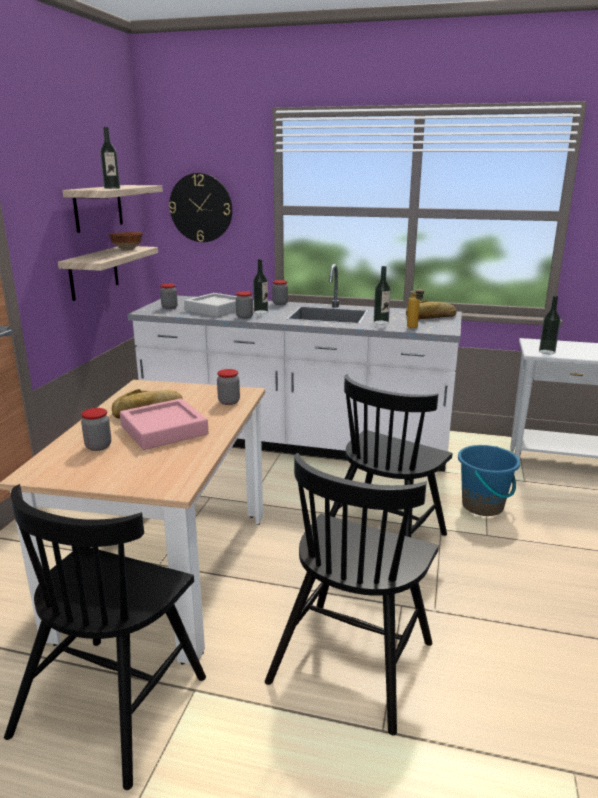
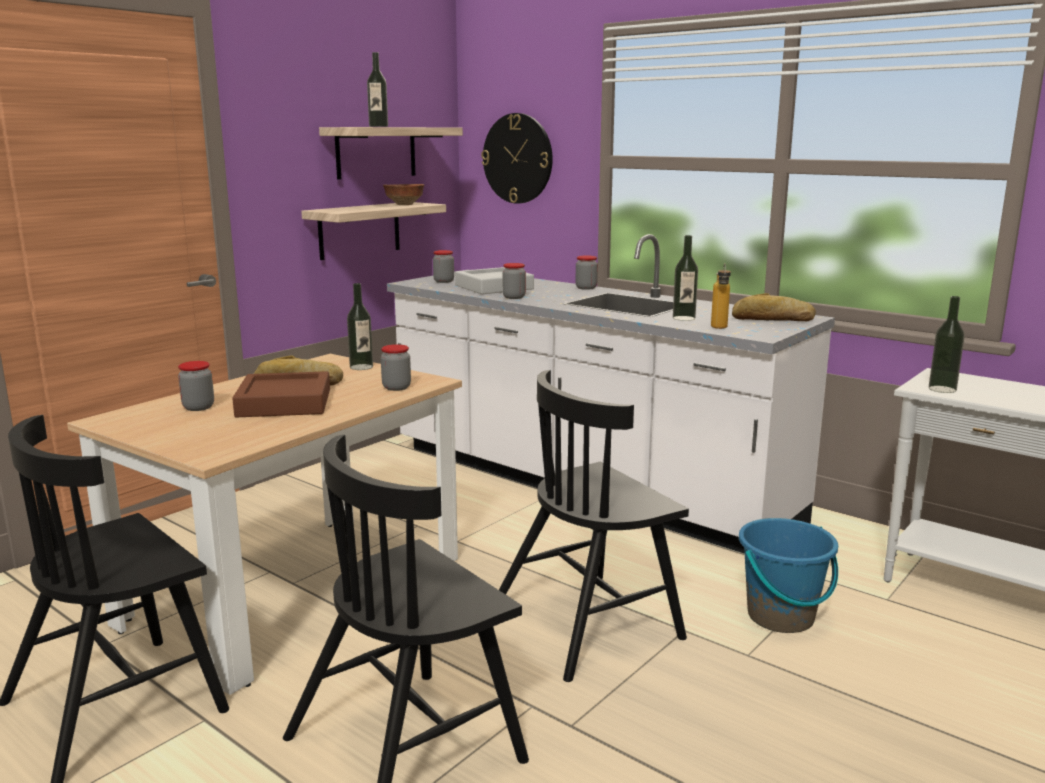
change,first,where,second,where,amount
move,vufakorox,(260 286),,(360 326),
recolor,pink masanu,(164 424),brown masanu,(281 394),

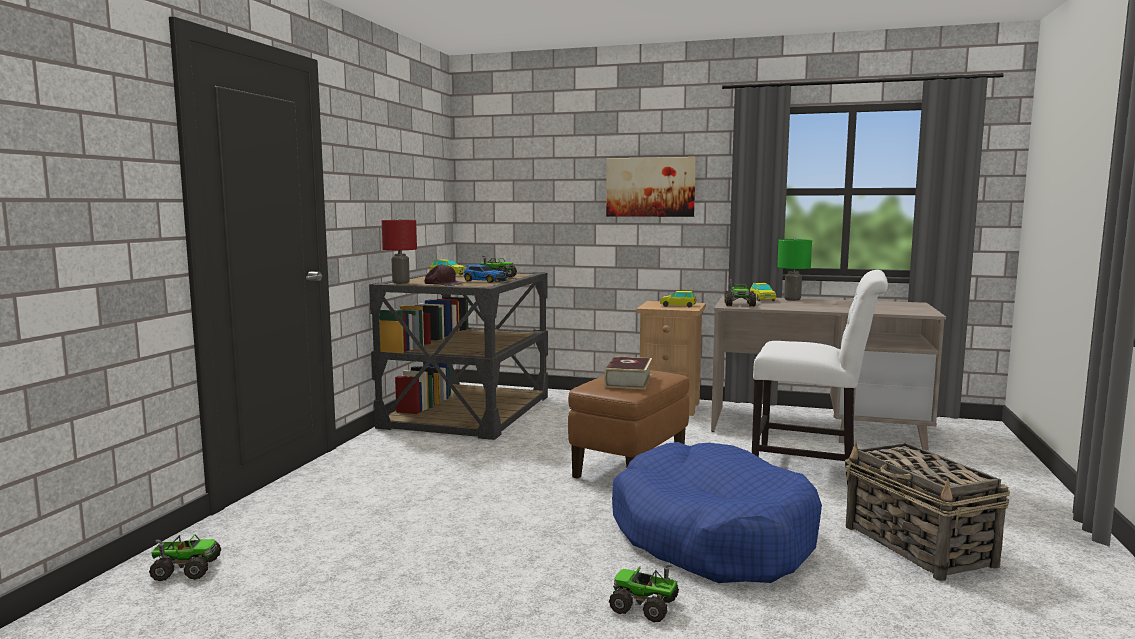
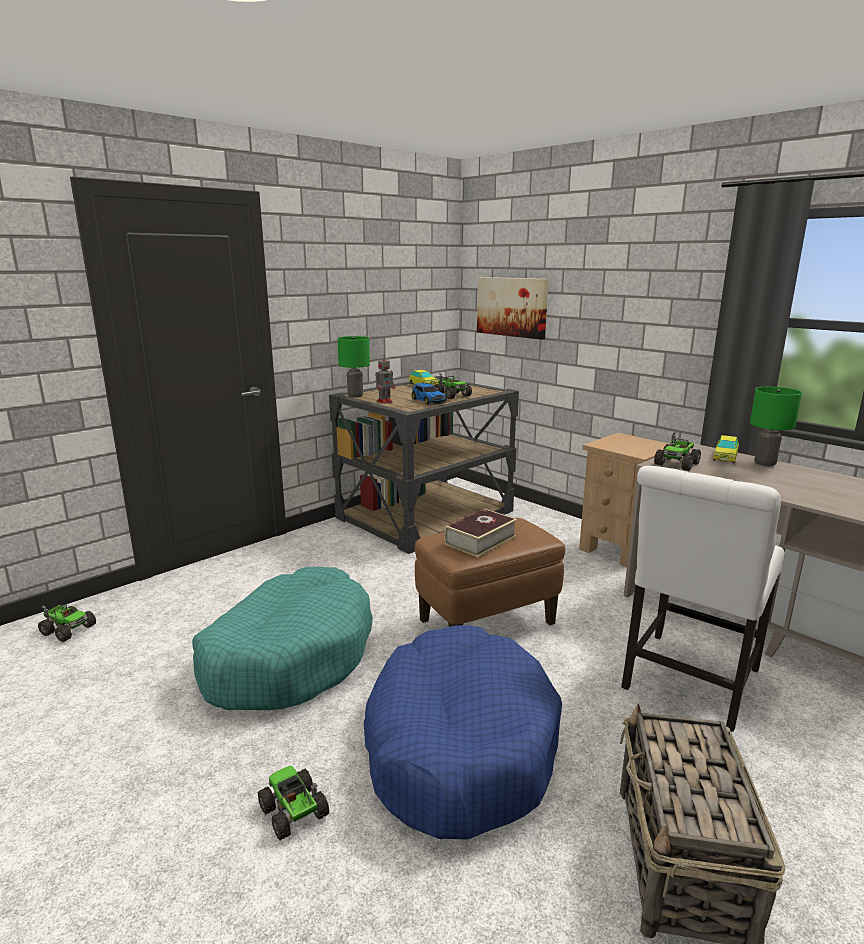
change,first,where,second,where,amount
delete,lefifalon,(678 299),,,
insert,,,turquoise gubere,(282 638),
move,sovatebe,(651 187),,(513 308),
replace,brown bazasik,(445 275),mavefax,(385 379),
recolor,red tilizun,(399 251),green tilizun,(353 366),
rotate,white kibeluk,(820 378),,(702 599),75 degrees clockwise

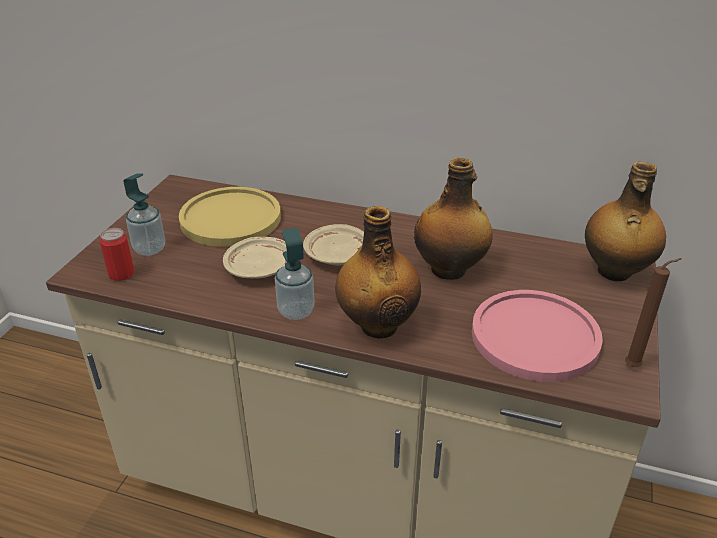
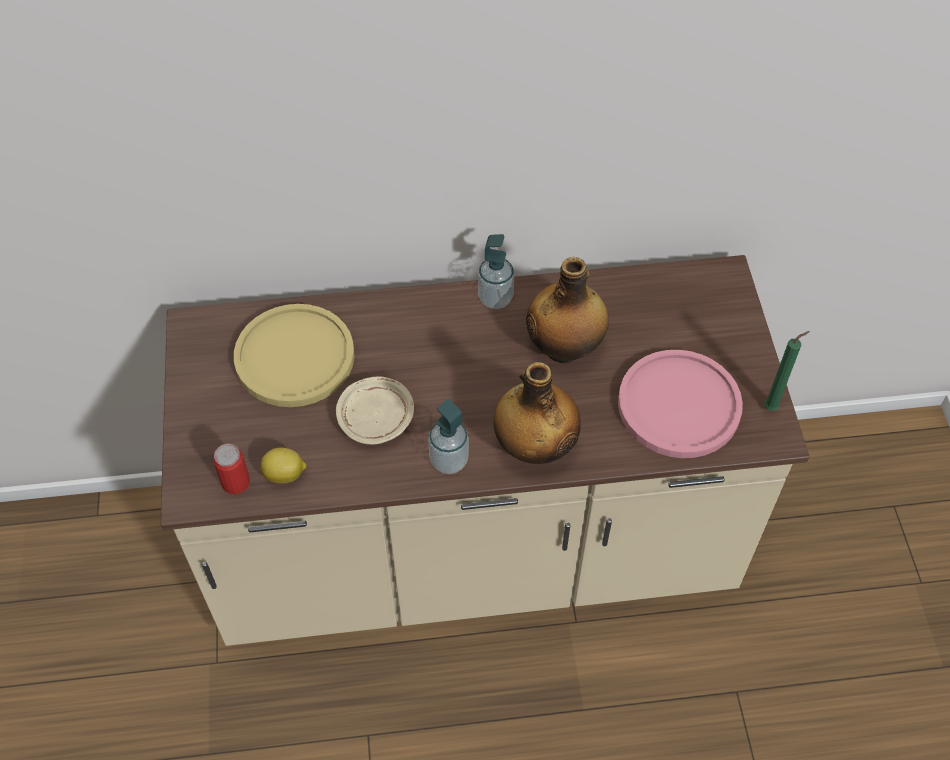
change,first,where,second,where,amount
delete,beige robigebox,(333 245),,,
delete,vufakorox,(625 221),,,
insert,,,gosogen,(283 466),
move,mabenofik,(144 214),,(496 271),
recolor,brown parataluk,(653 312),green parataluk,(787 371),

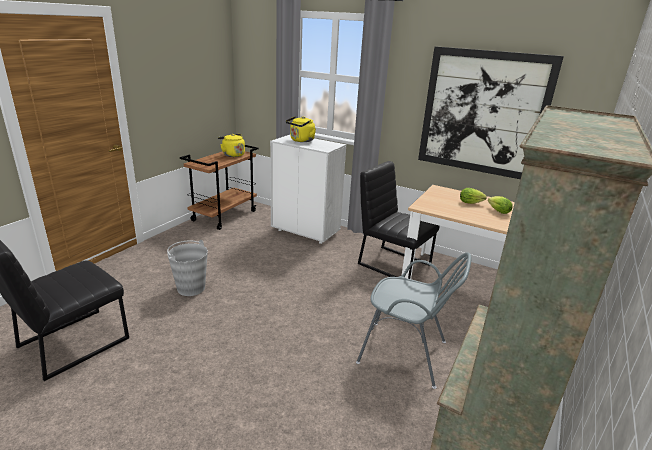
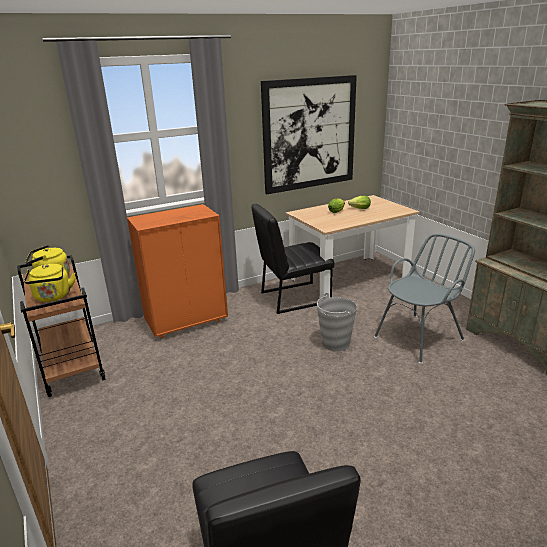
change,first,where,second,where,amount
move,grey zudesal,(187 268),,(337 322),
move,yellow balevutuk,(301 129),,(49 283),
recolor,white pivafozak,(308 189),orange pivafozak,(177 271),

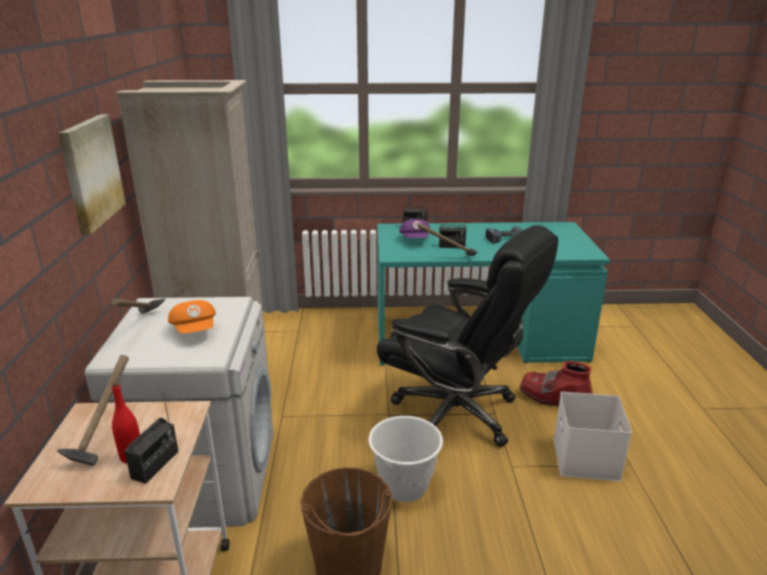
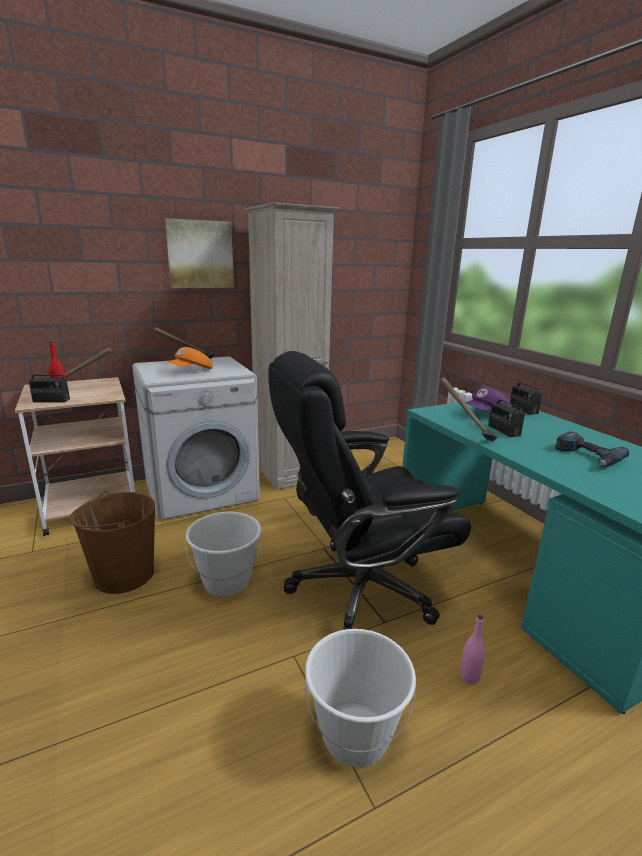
change,first,where,second,where,amount
replace,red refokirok,(556 383),pink vufakorox,(472 650),
replace,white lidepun,(592 436),white zudesal,(360 698),
rotate,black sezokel,(467 336),,(369 490),60 degrees clockwise

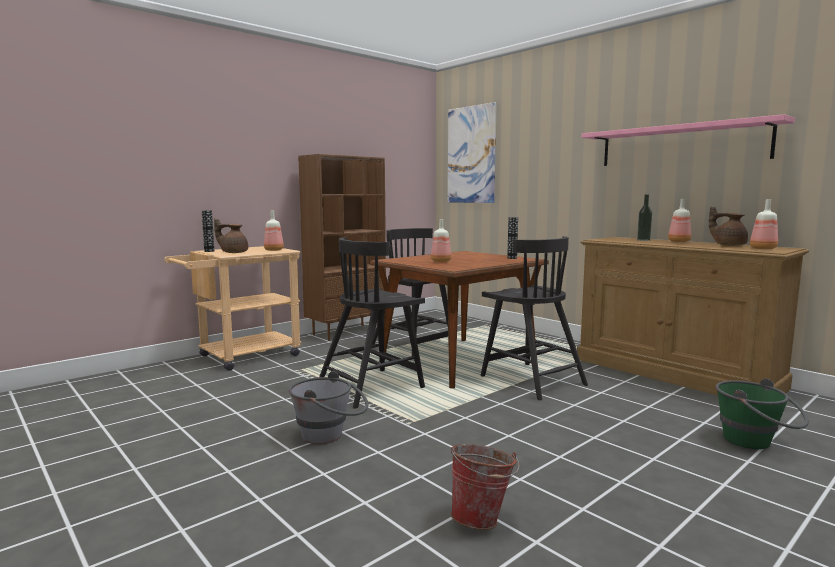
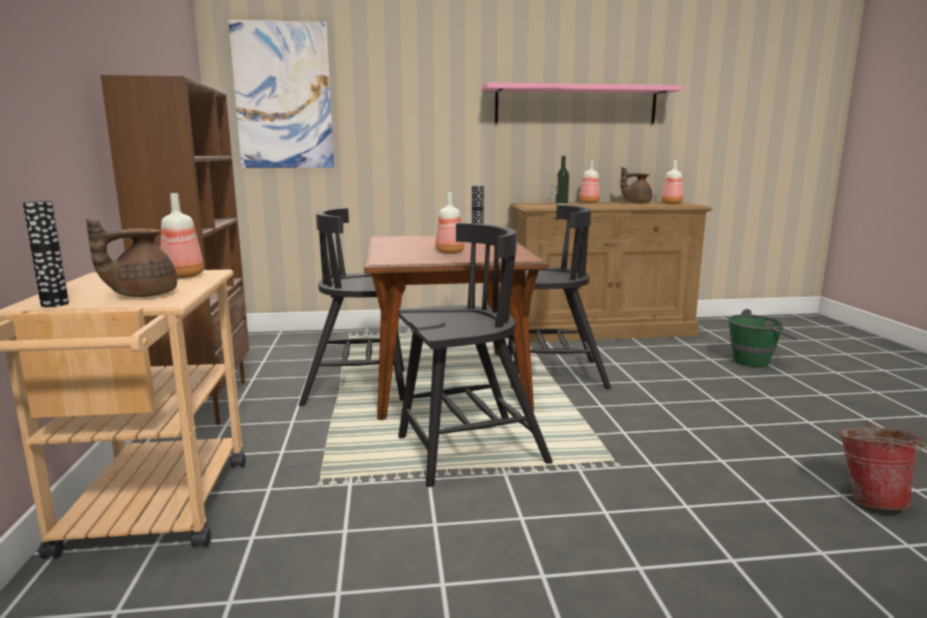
change,first,where,second,where,amount
delete,grey zudesal,(328 407),,,
rotate,black kibeluk,(372 323),,(475 355),105 degrees counterclockwise

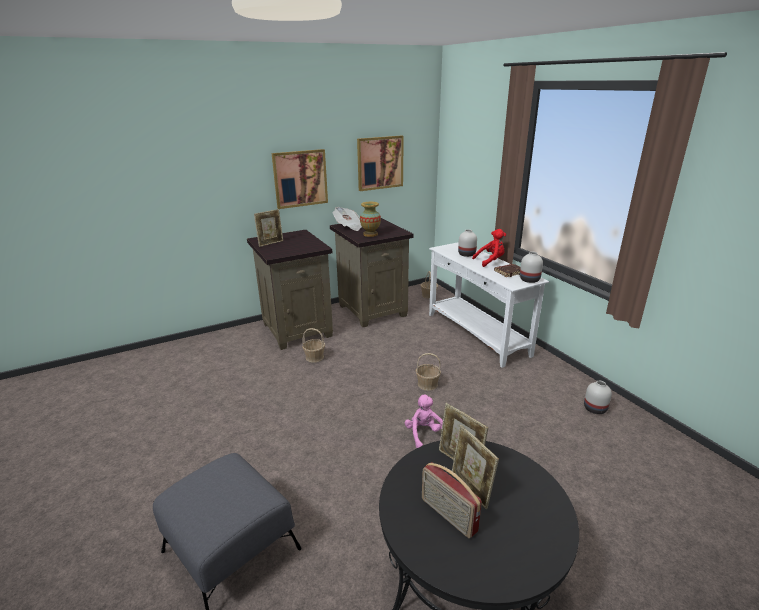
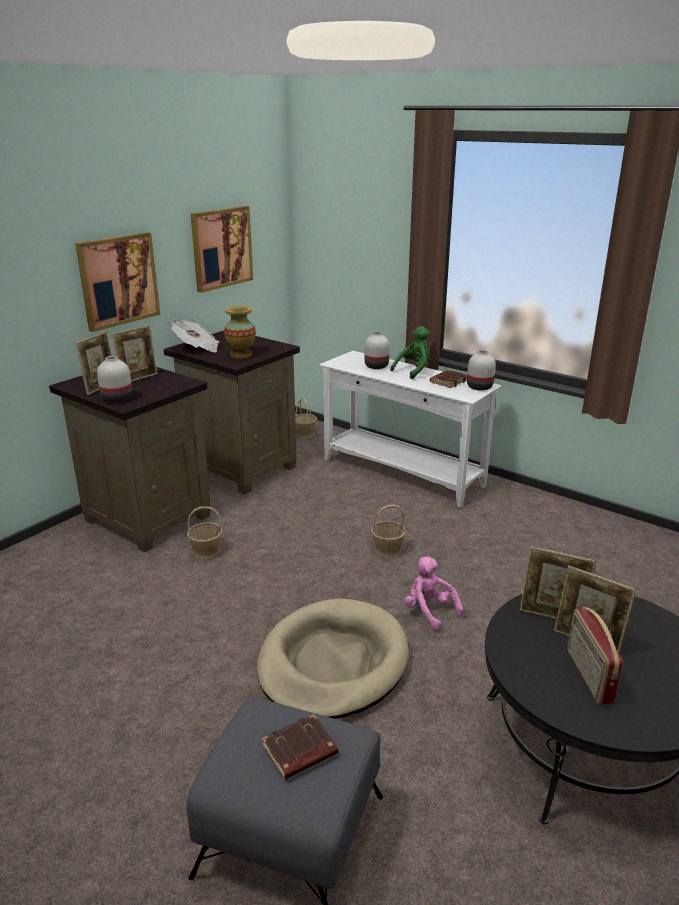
change,first,where,second,where,amount
insert,,,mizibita,(134 353),
insert,,,beige gubere,(333 659),
insert,,,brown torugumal,(300 747),
move,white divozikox,(598 397),,(114 379),
recolor,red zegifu,(489 248),green zegifu,(410 352),
rotate,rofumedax,(452 500),,(595 655),60 degrees clockwise

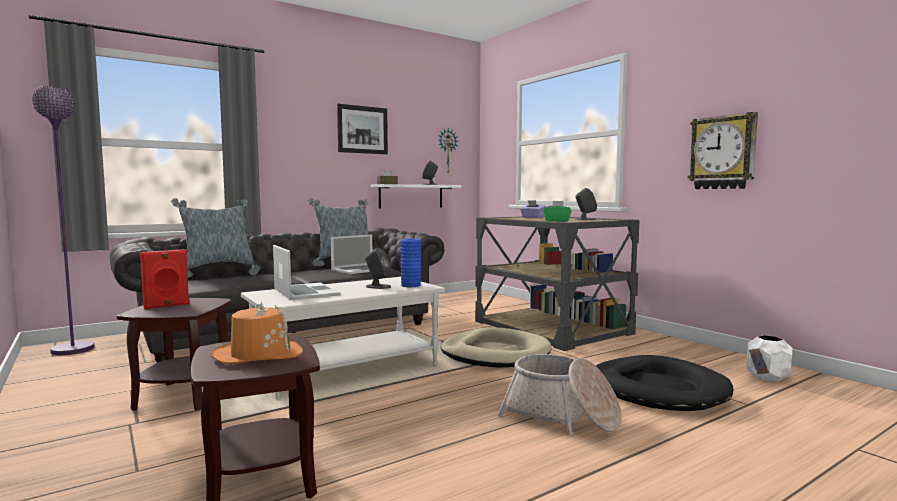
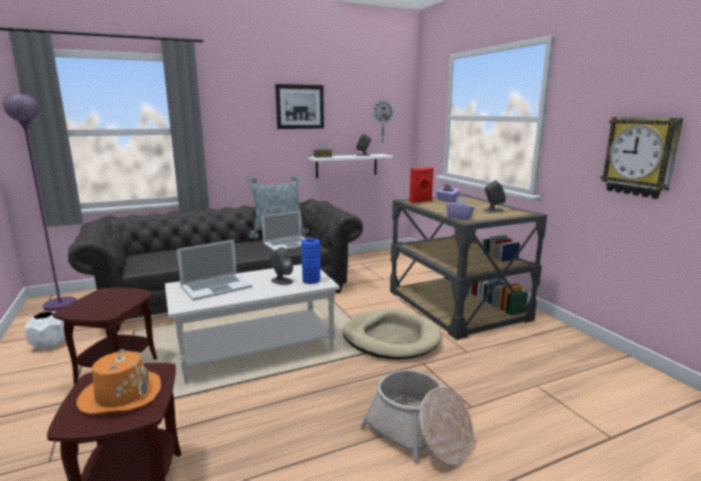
change,first,where,second,where,amount
delete,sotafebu,(216 237),,,
delete,black gubere,(664 383),,,
move,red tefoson,(165 279),,(421 185),
move,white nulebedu,(769 358),,(45 330),
recolor,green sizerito,(557 211),purple sizerito,(460 208),
rotate,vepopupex,(307 272),,(214 270),75 degrees clockwise

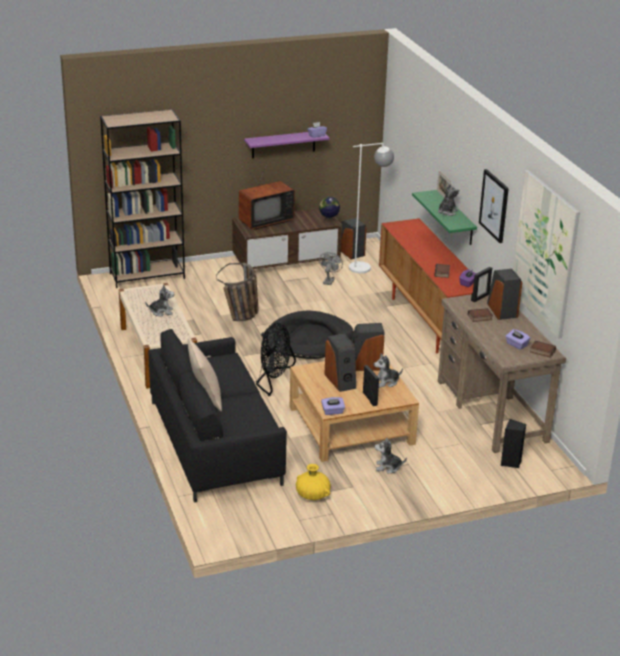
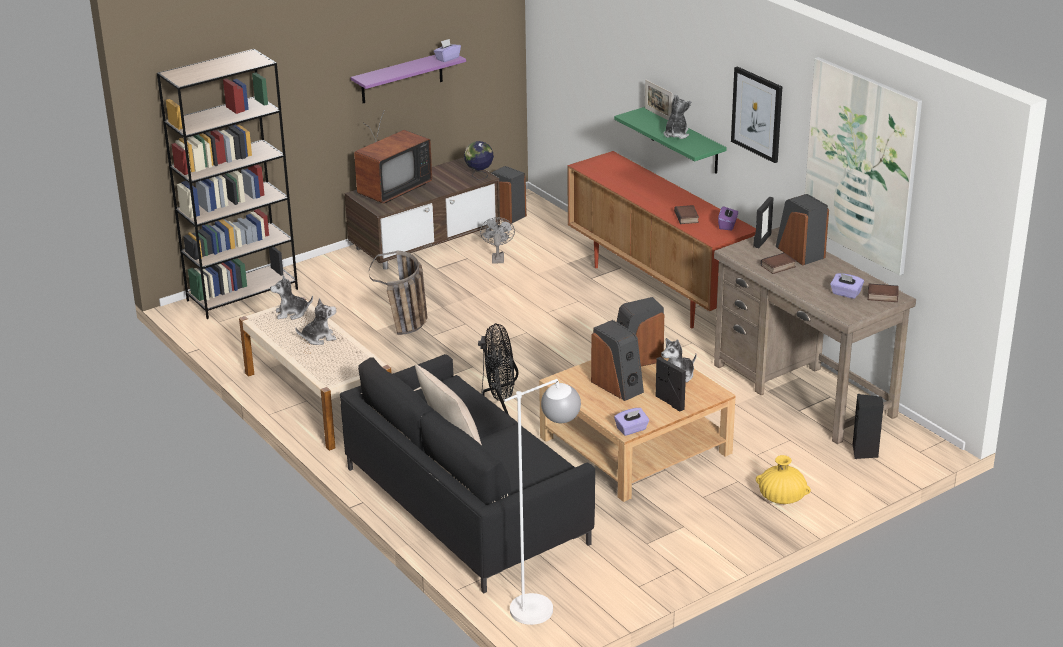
change,first,where,second,where,amount
delete,black gubere,(311 335),,,
move,yellow divozikox,(313 482),,(783 479),
move,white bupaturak,(371 208),,(542 502),
move,zegifu,(391 455),,(291 297),

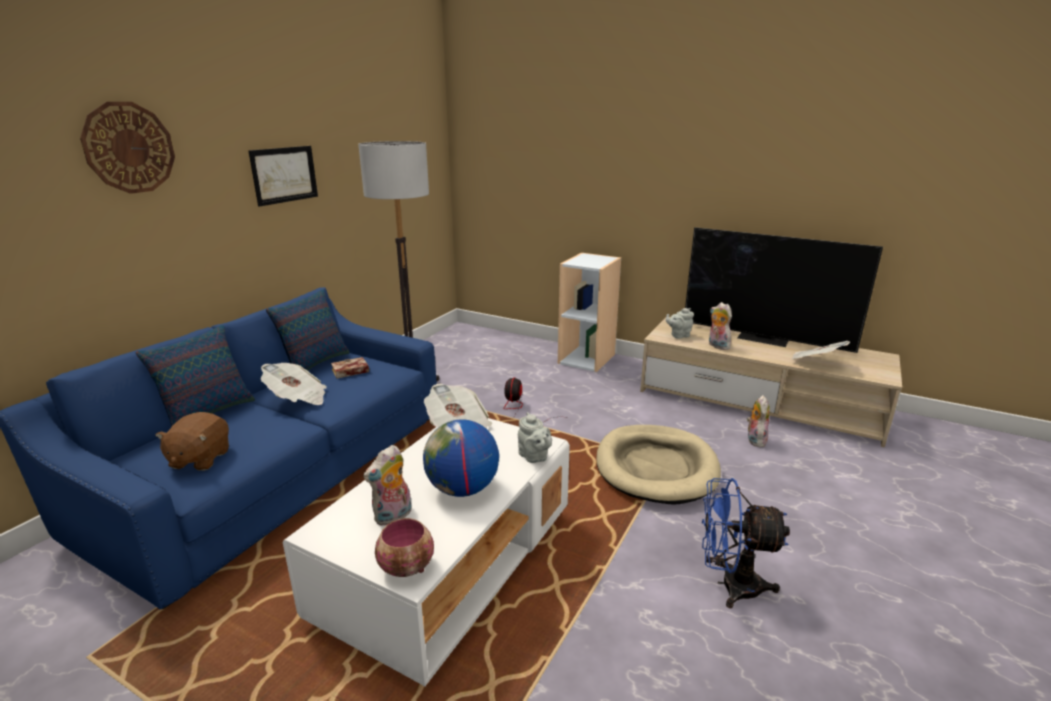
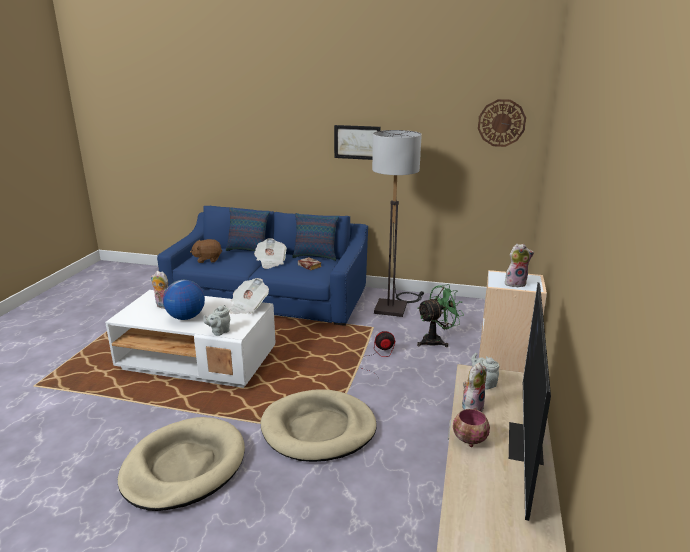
change,first,where,second,where,amount
delete,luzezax,(821 350),,,
insert,,,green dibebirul,(440 315),
move,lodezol,(127 148),,(502 123),
move,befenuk,(404 547),,(471 428),
move,zegifu,(758 421),,(519 265),
replace,blue dibebirul,(746 543),beige gubere,(181 464),

